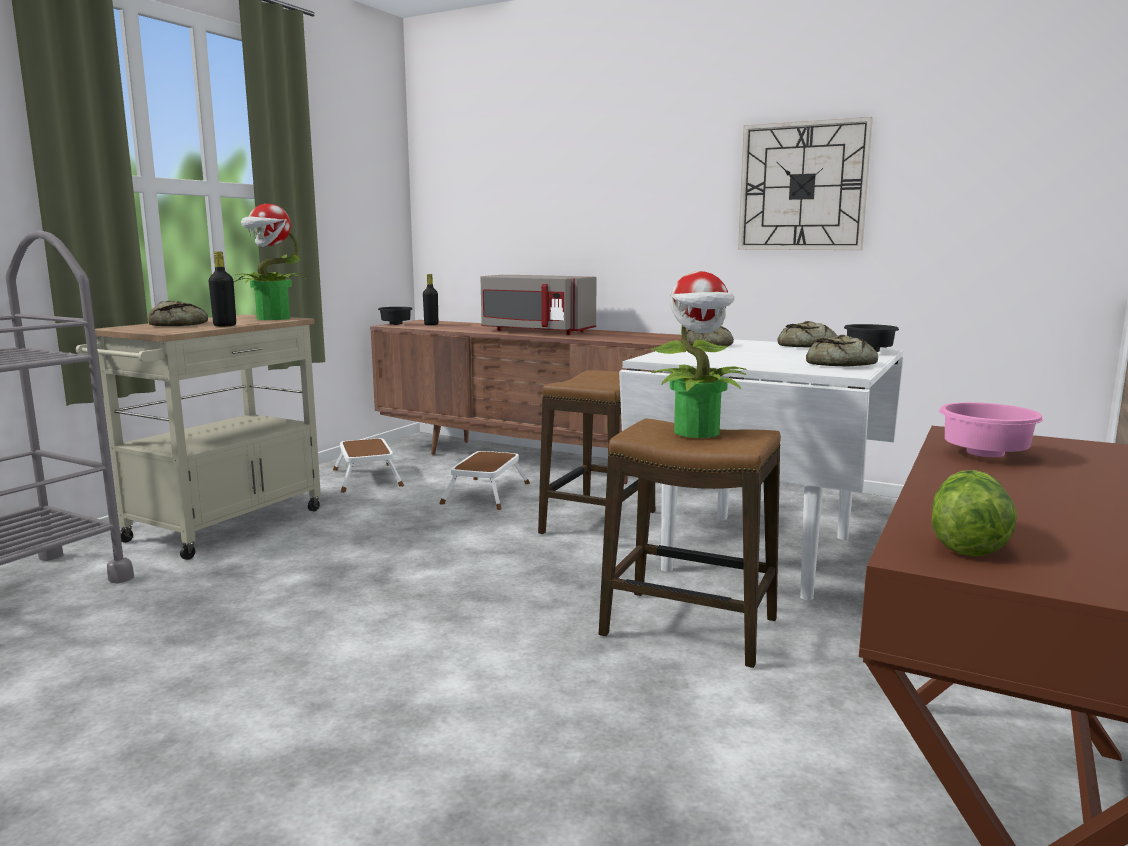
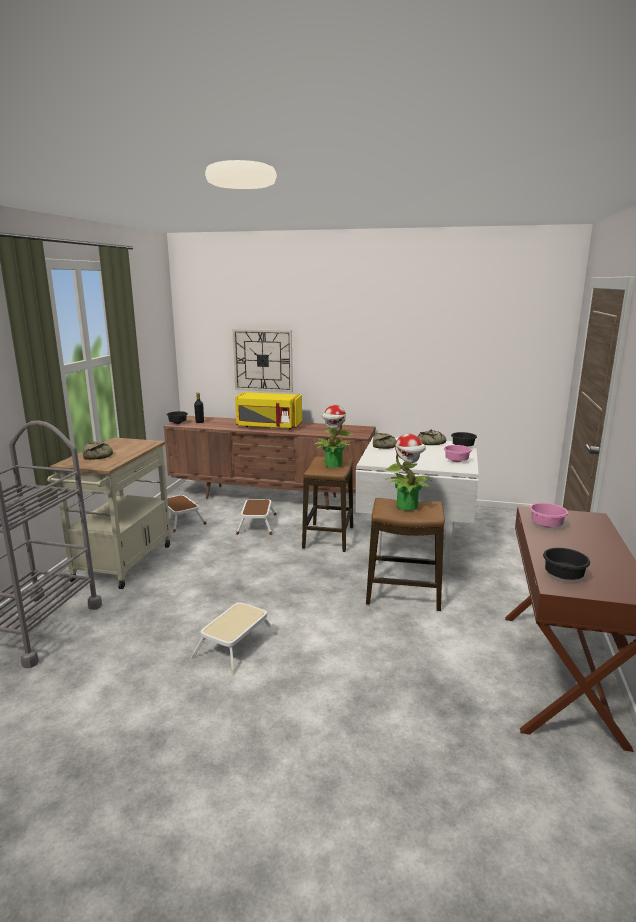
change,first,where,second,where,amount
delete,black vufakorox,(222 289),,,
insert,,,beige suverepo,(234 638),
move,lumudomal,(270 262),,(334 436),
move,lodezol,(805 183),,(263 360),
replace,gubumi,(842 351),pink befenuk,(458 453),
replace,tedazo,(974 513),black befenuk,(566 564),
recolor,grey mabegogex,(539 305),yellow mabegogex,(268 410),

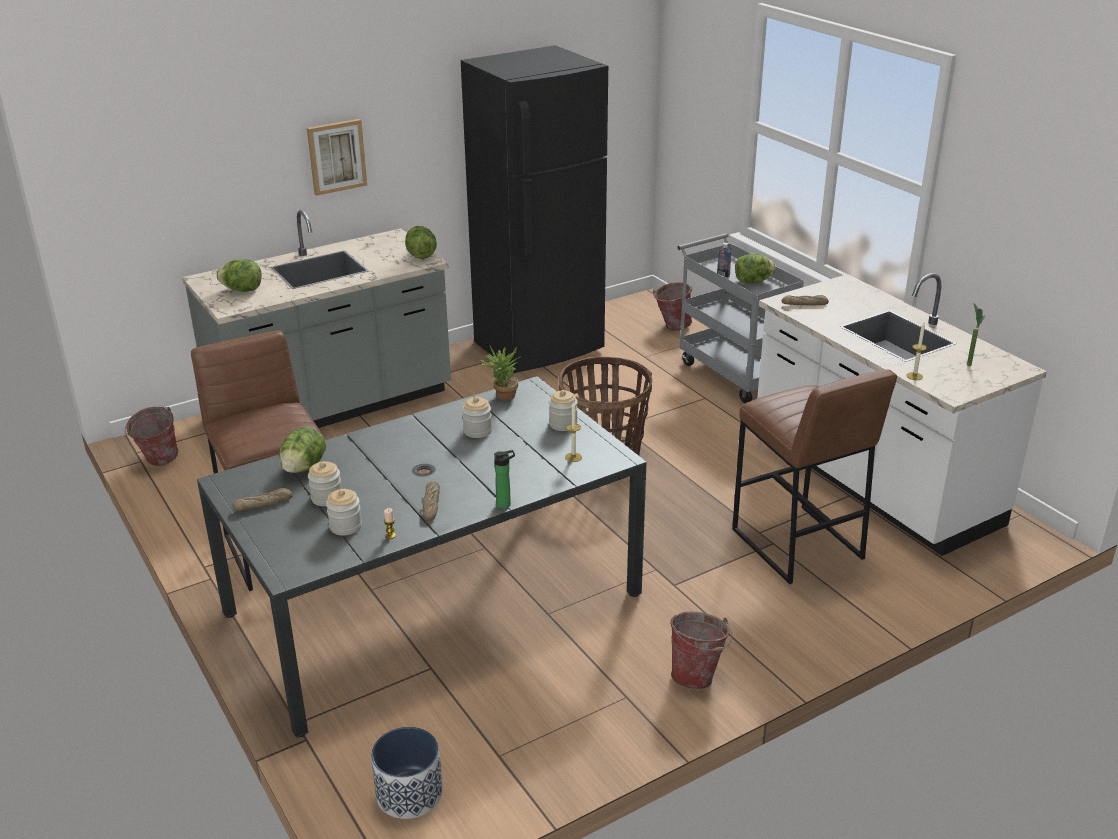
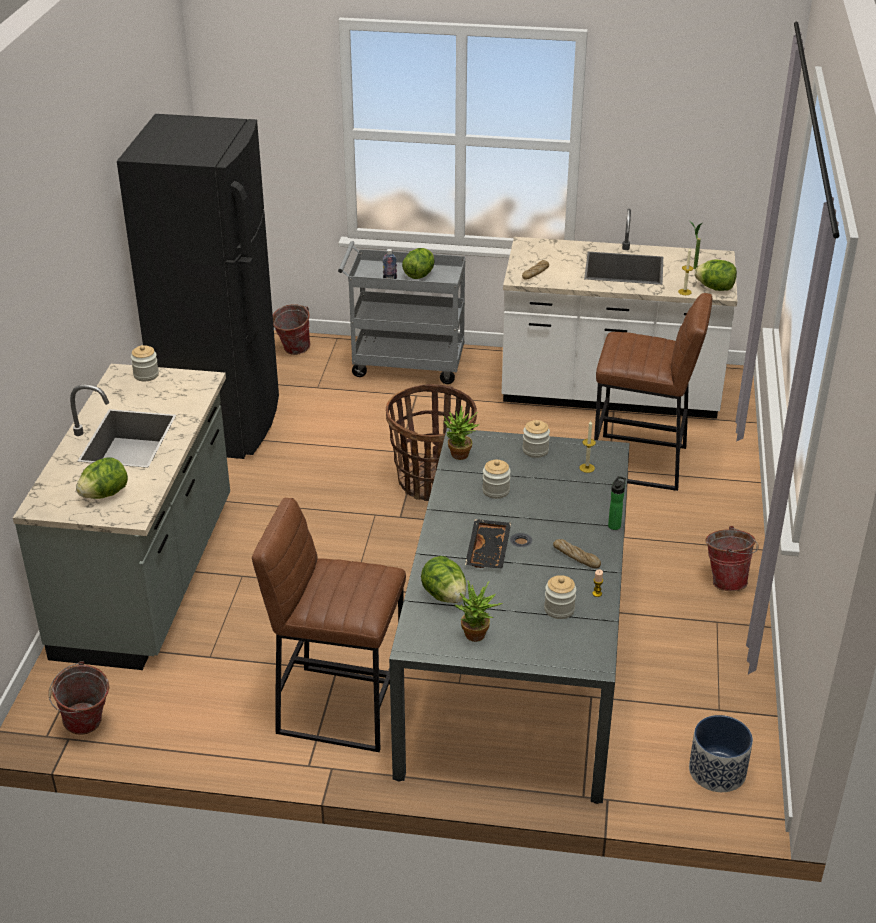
change,first,where,second,where,amount
delete,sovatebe,(337 157),,,
insert,,,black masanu,(488 543),
move,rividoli,(325 483),,(145 363),
move,tedazo,(421 242),,(716 275),
replace,gubumi,(263 499),lumudomal,(479 611),

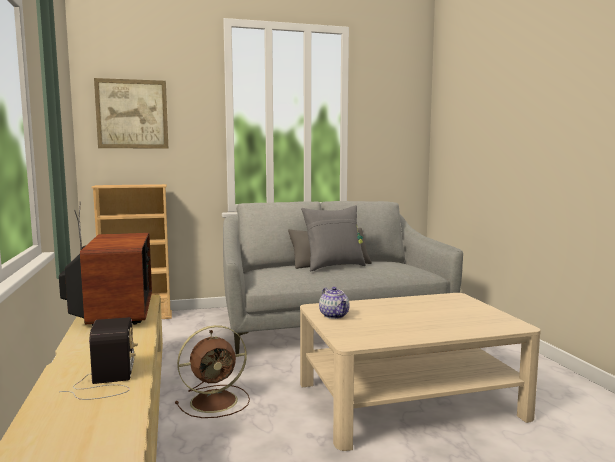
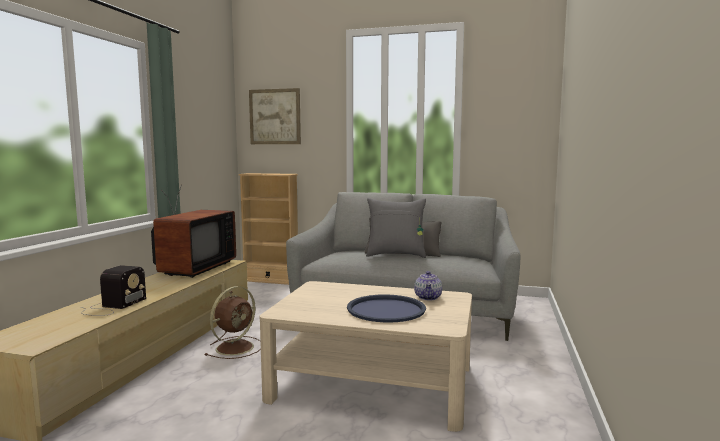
change,first,where,second,where,amount
insert,,,blue masanu,(386 308),
move,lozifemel,(334 303),,(428 285),
rotate,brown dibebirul,(212 371),,(233 322),60 degrees counterclockwise

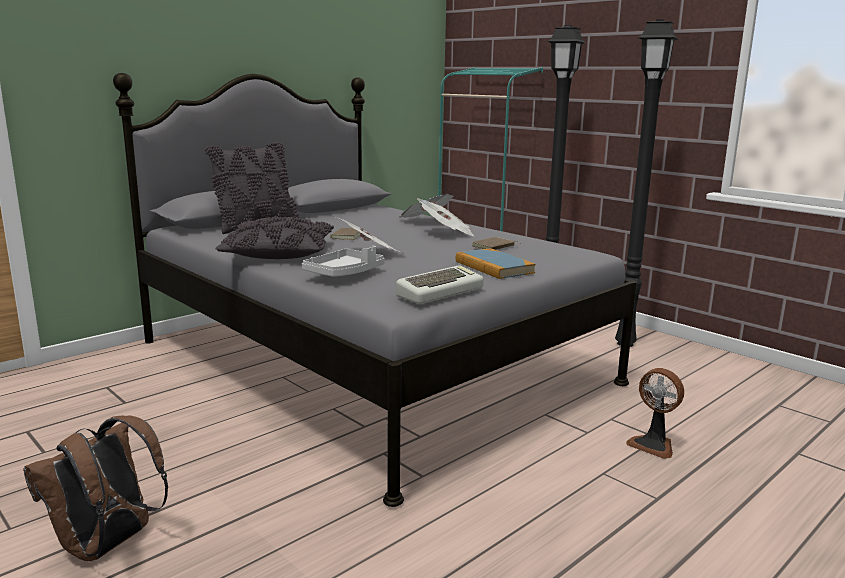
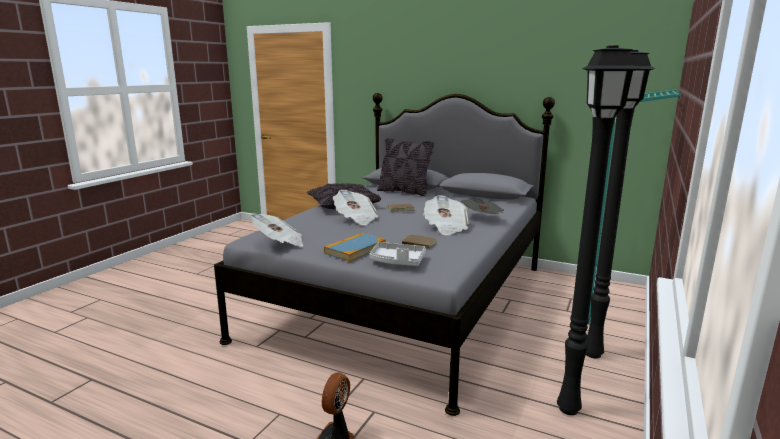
change,first,where,second,where,amount
delete,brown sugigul,(95 488),,,
move,grey masanu,(343 261),,(398 254),
replace,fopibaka,(440 284),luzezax,(276 230),

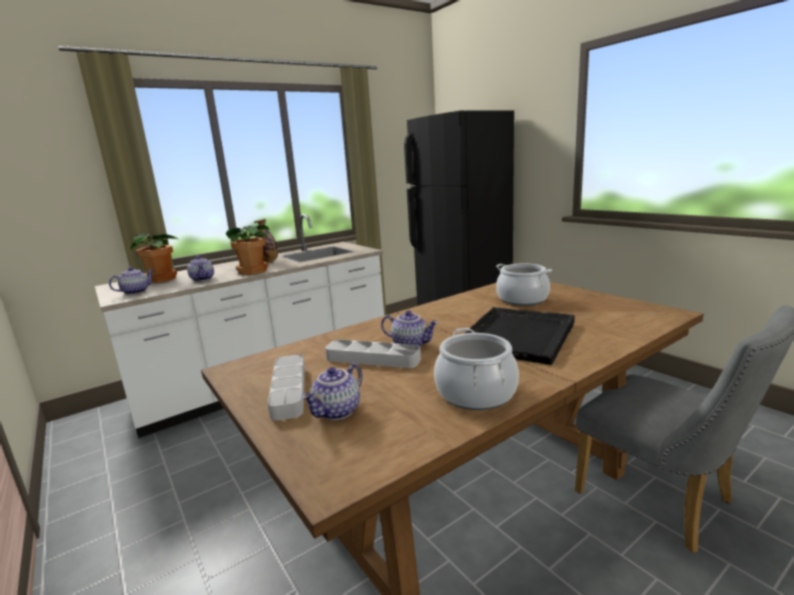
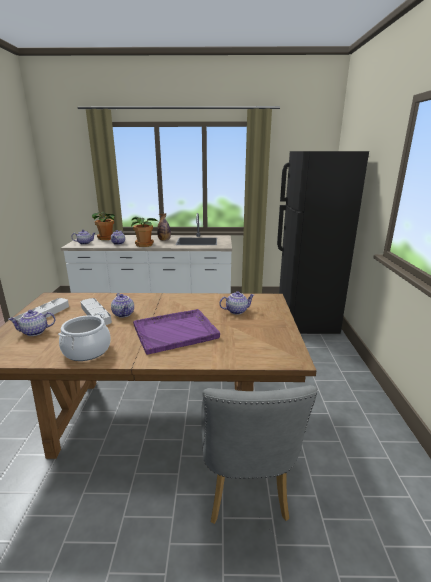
change,first,where,second,where,amount
replace,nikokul,(524 284),lozifemel,(236 302),
recolor,black masanu,(520 336),purple masanu,(176 332),

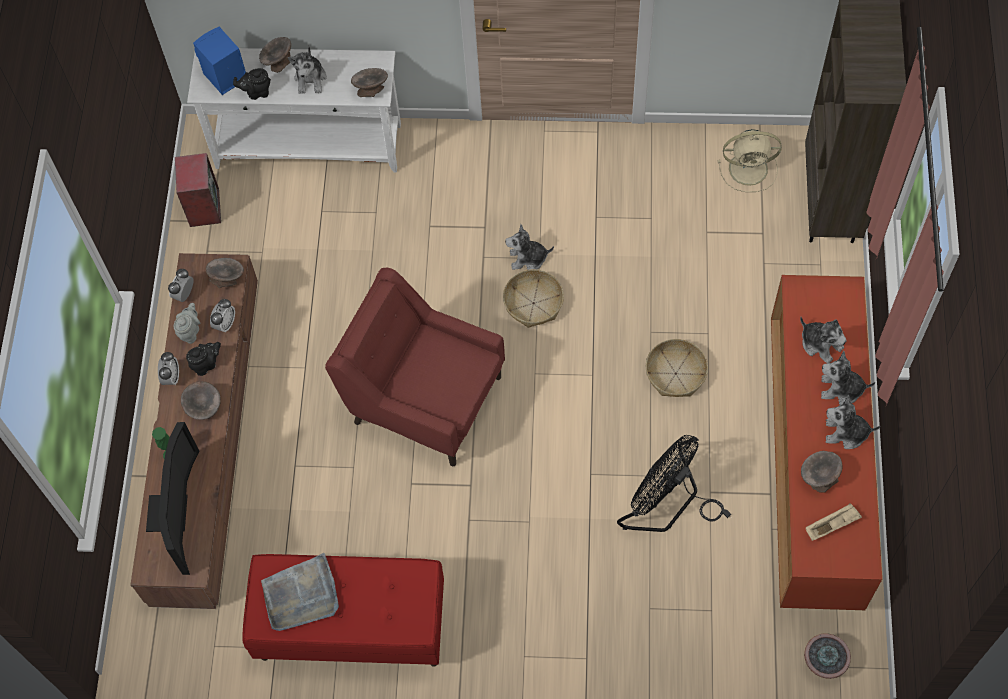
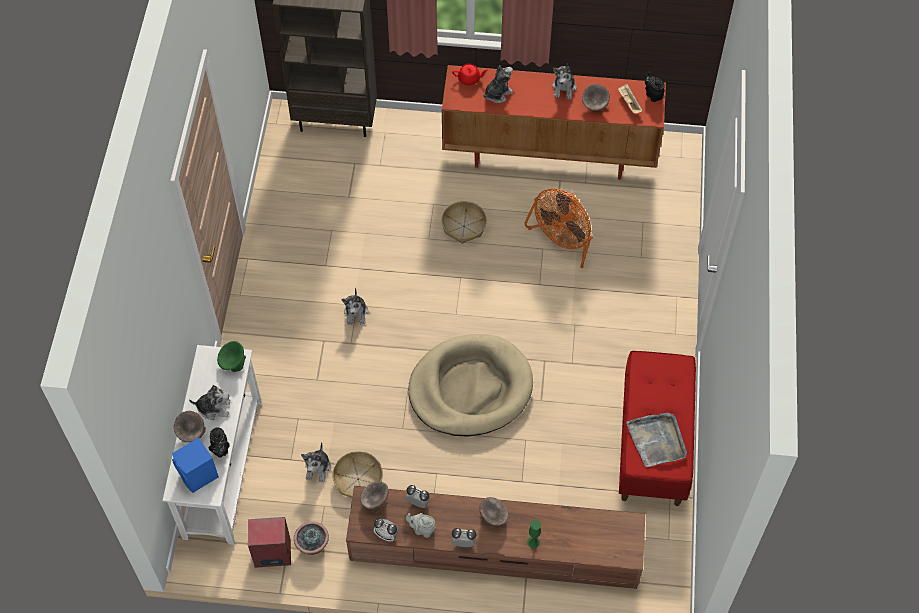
change,first,where,second,where,amount
delete,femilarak,(173 498),,,
delete,beige dibebirul,(750 160),,,
insert,,,red lozifemel,(470 74),
move,black lozifemel,(203 359),,(655 86),
move,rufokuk,(533 298),,(357 474),
move,lumudomal,(827 656),,(311 538),
move,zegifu,(848 378),,(316 462),
replace,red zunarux,(415 367),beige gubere,(470 385),
recolor,grey befenuk,(369 82),green befenuk,(231 356),
recolor,black dibebirul,(674 483),orange dibebirul,(558 228),

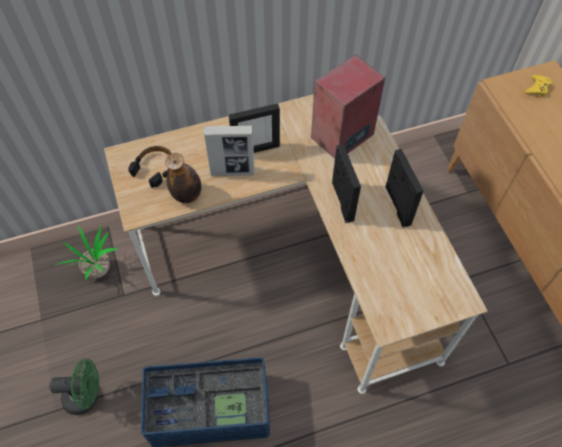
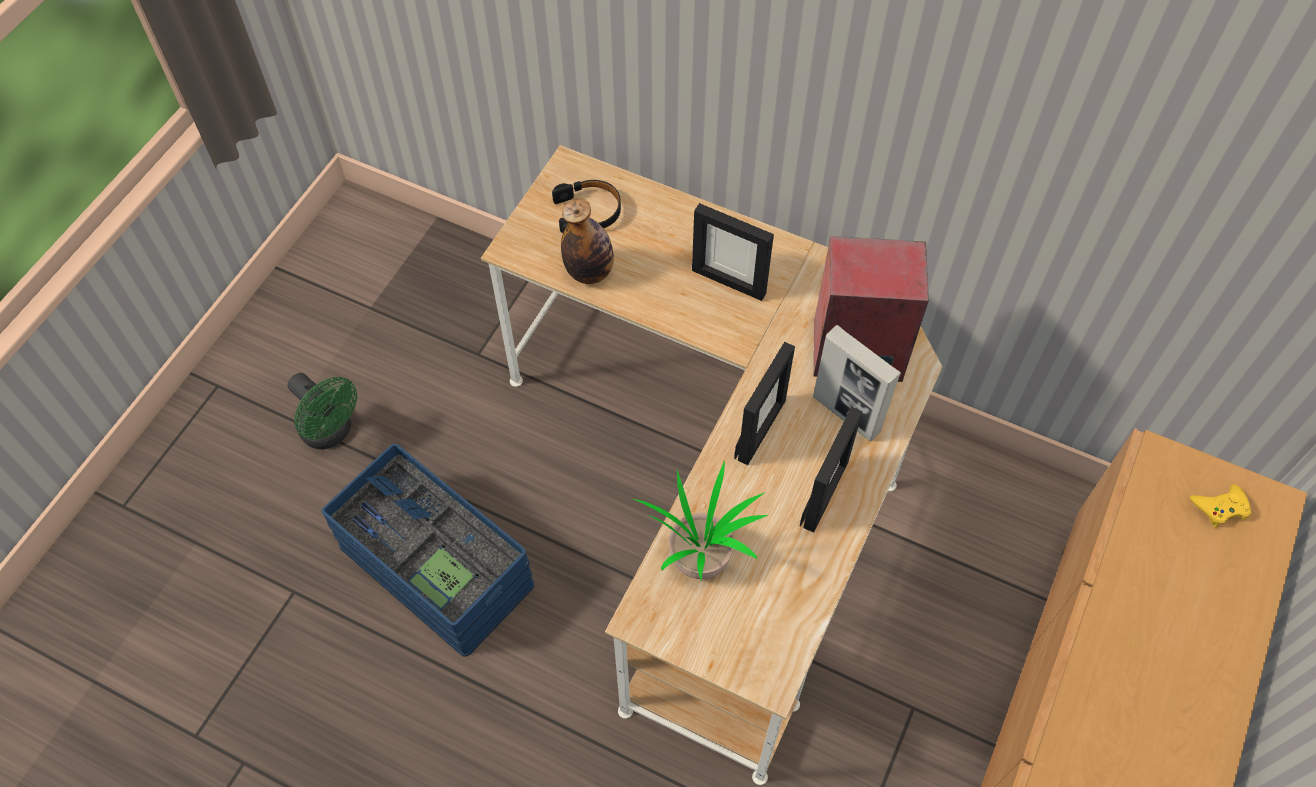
change,first,where,second,where,amount
move,lumudomal,(86 253),,(700 521),
move,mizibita,(229 151),,(857 383),

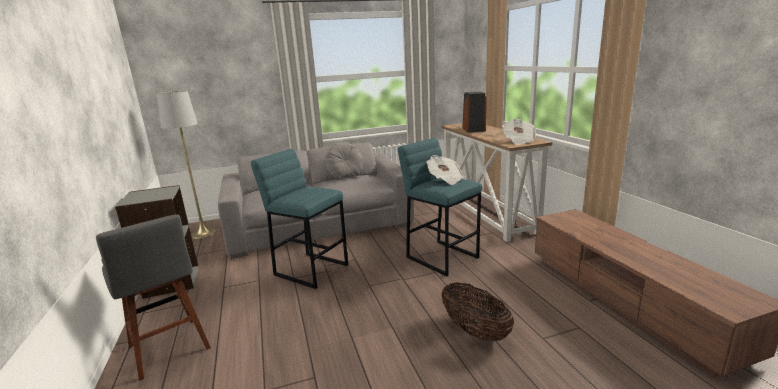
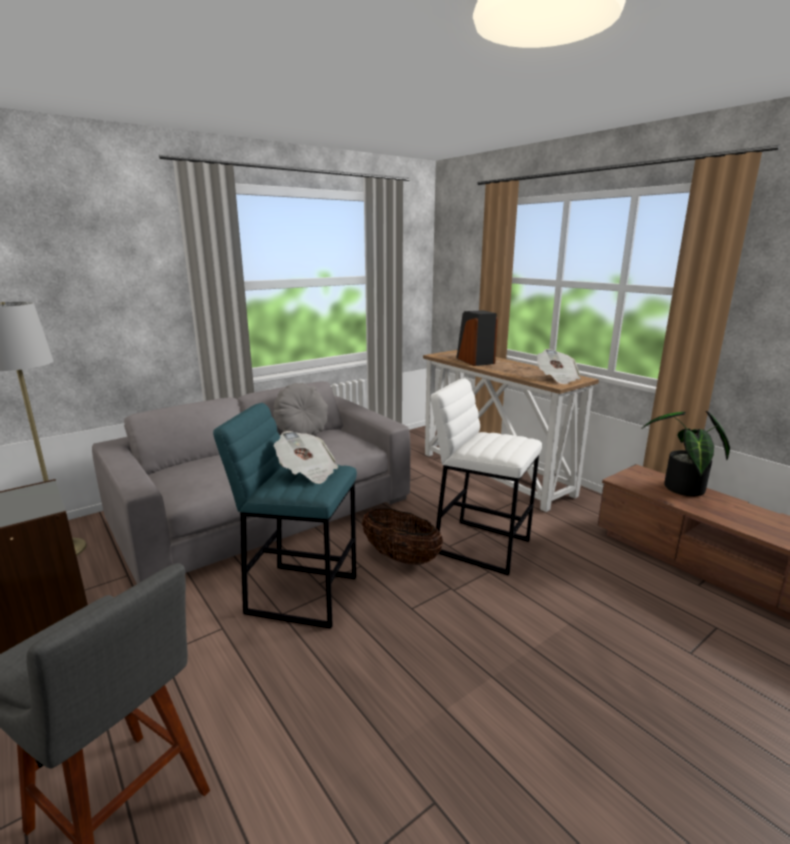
change,first,where,second,where,amount
insert,,,lumudomal,(686 453),
move,luzezax,(445 170),,(306 457),
move,rufokuk,(477 312),,(402 537),
recolor,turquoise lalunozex,(440 207),white lalunozex,(486 477),

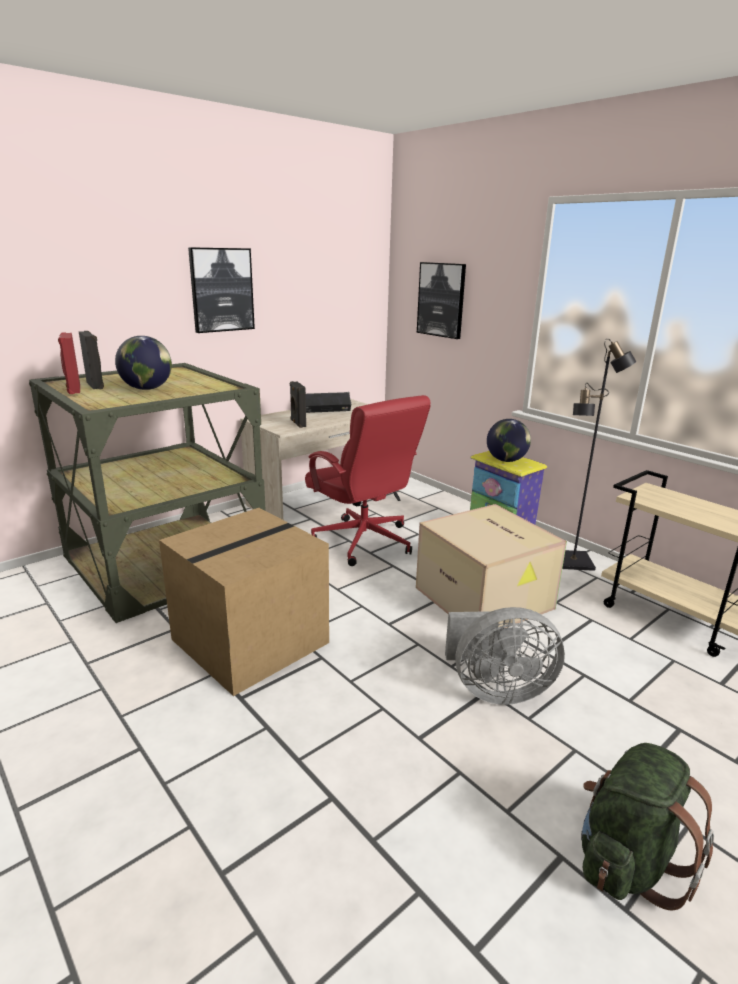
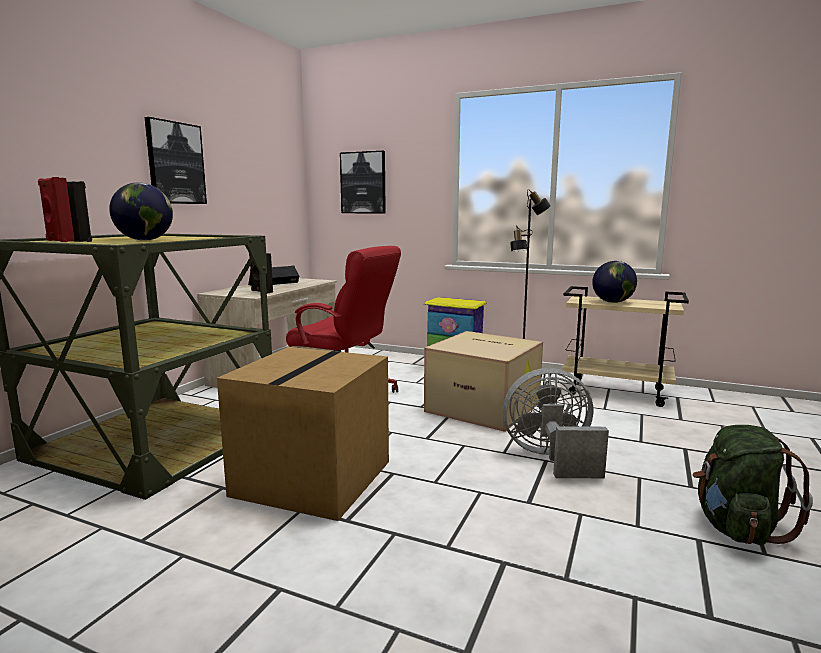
change,first,where,second,where,amount
move,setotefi,(509 440),,(614 282),
rotate,grey dibebirul,(505 656),,(556 423),150 degrees counterclockwise

